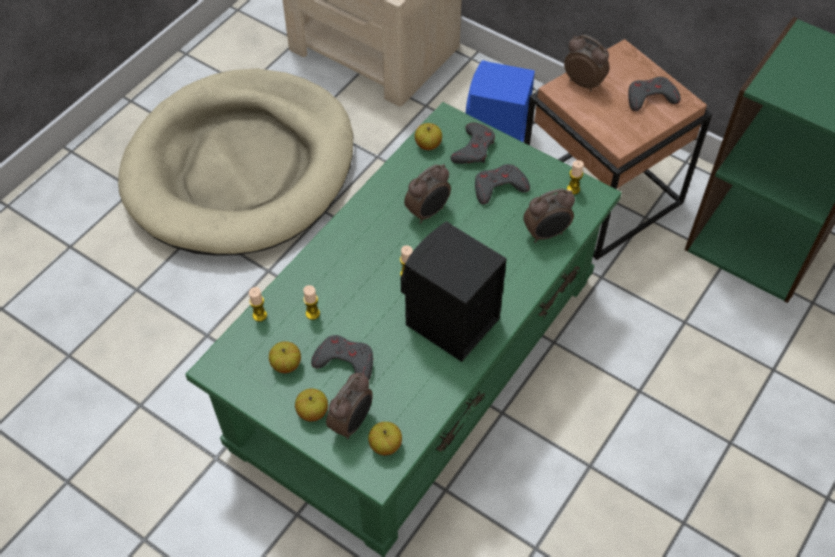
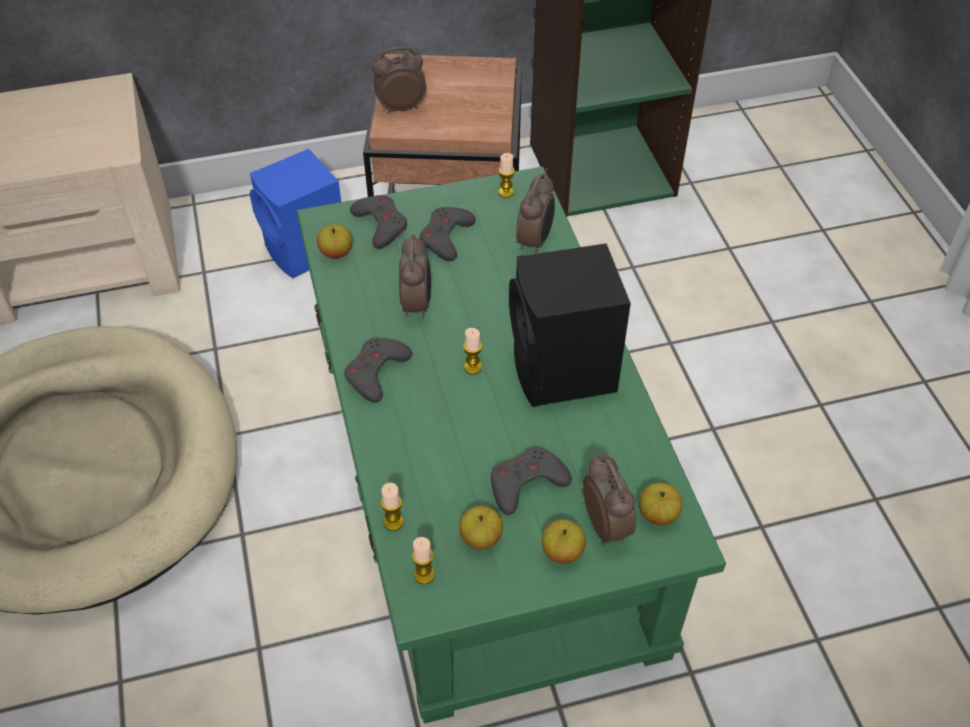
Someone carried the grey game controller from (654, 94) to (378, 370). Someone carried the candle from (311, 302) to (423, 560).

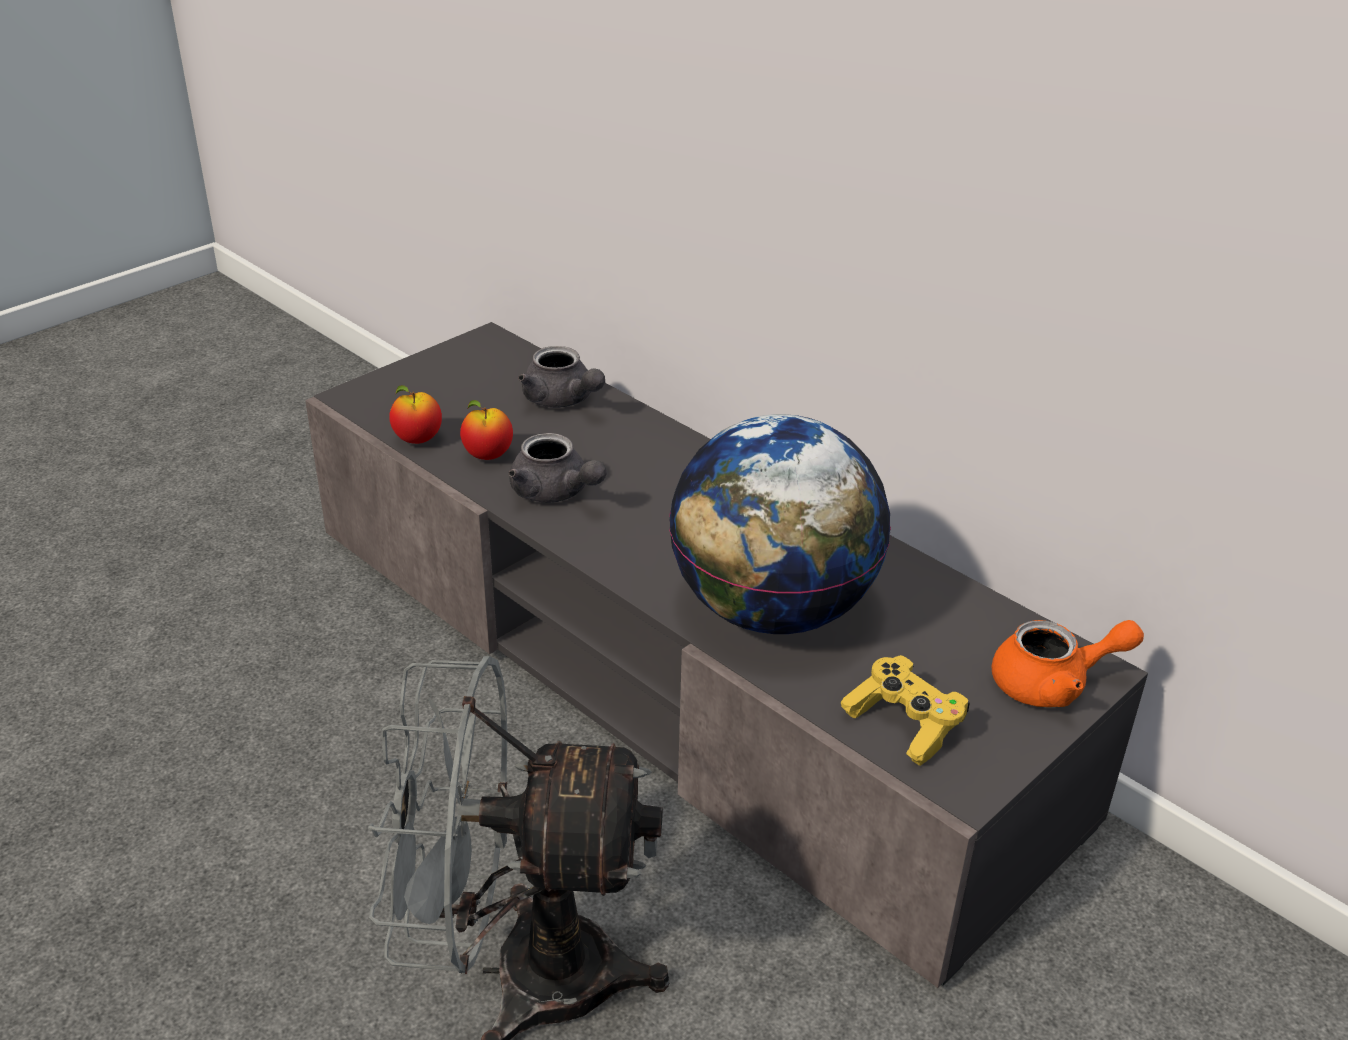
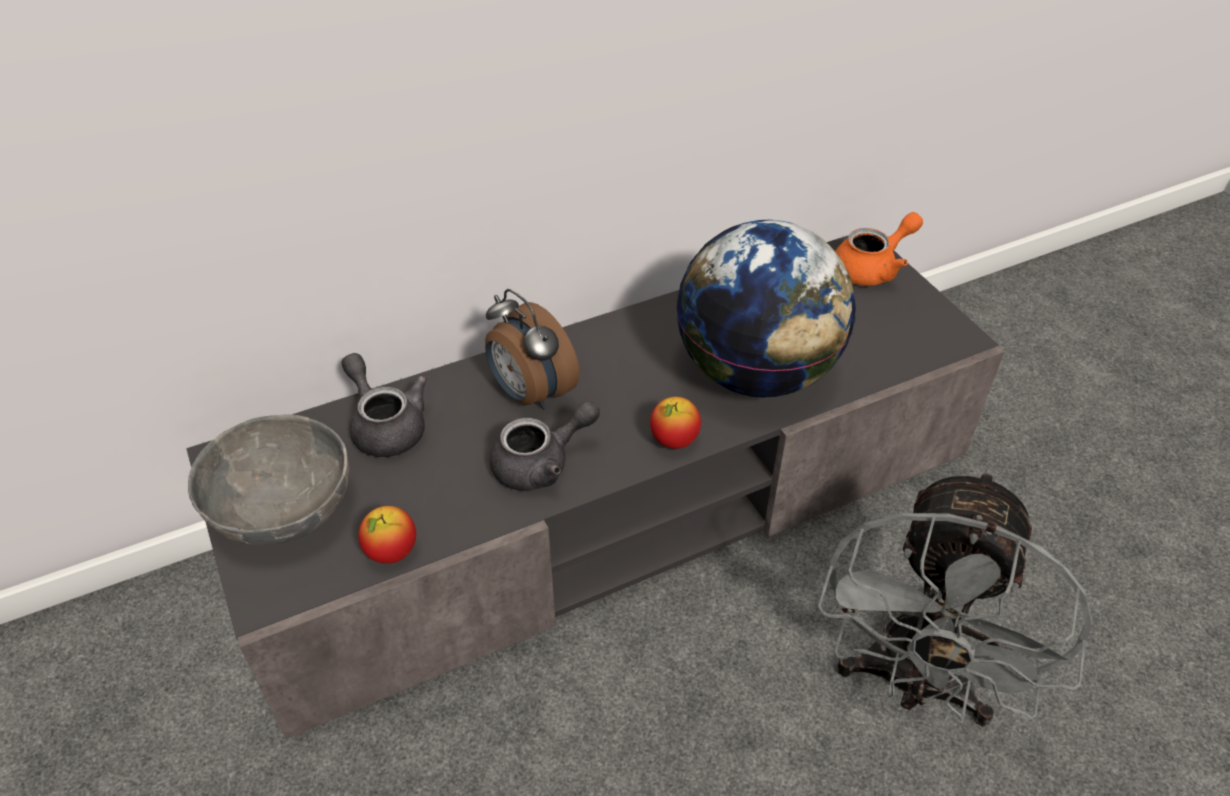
Someone put down the grey bowl at (269, 479). Someone rotated the grey teapot at (561, 377) by 105 degrees counterclockwise. Someone put down the alarm clock at (532, 349). Someone carried the apple from (486, 430) to (675, 423). Someone rotated the orange teapot at (1068, 663) by 45 degrees clockwise. Someone took away the yellow game controller at (905, 710).

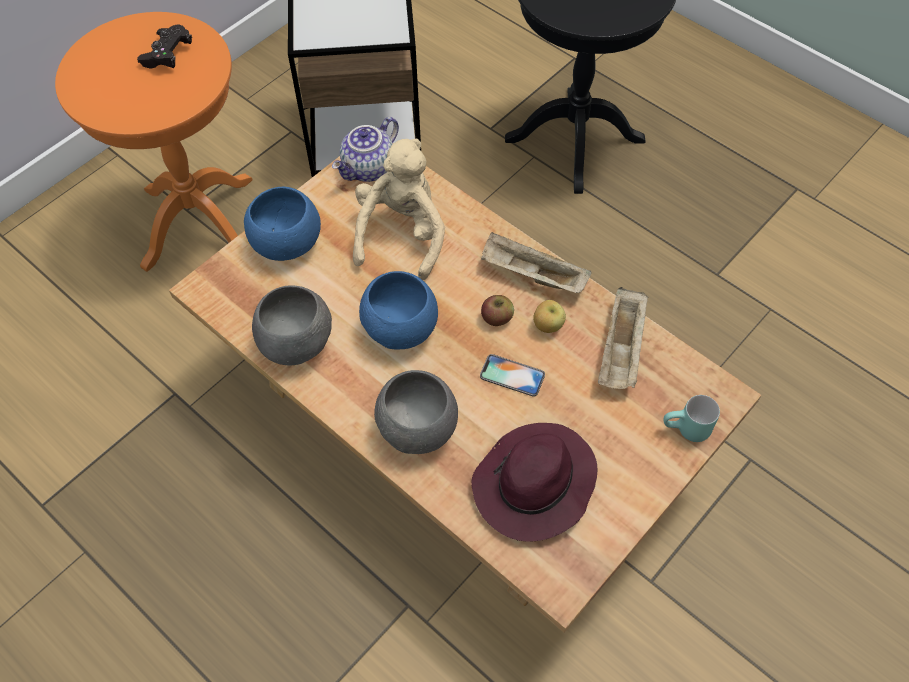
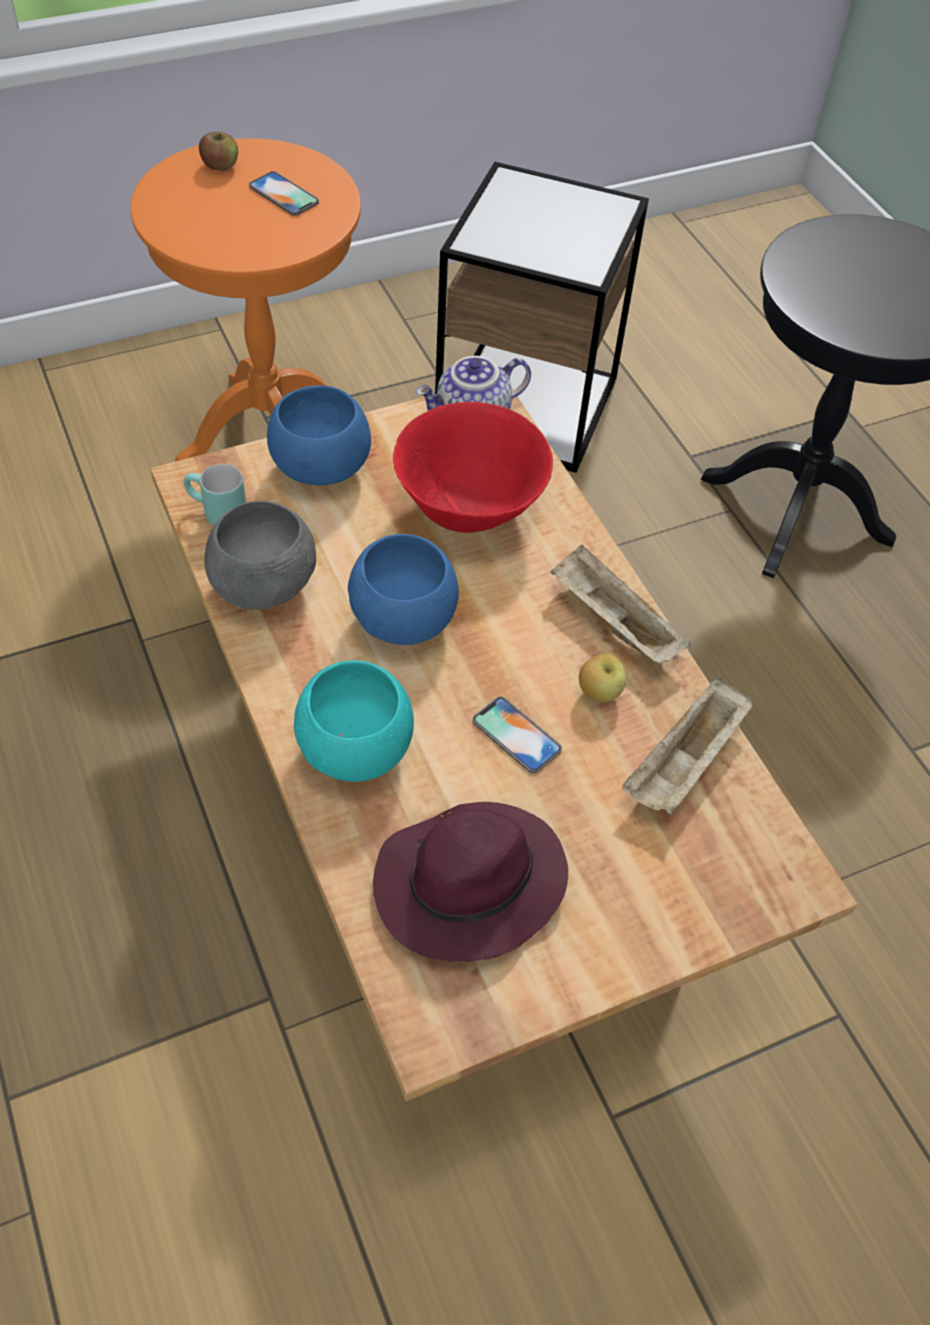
Someone carried the turquoise mug from (691, 418) to (214, 495). Someone carried the apple from (497, 310) to (218, 151). Someone swapped the black game controller at (164, 46) for the phone at (284, 193). Someone repainted the grey bowl at (416, 412), which became the turquoise bowl at (354, 721). Someone swapped the beige plush toy at (399, 209) for the red bowl at (473, 467).

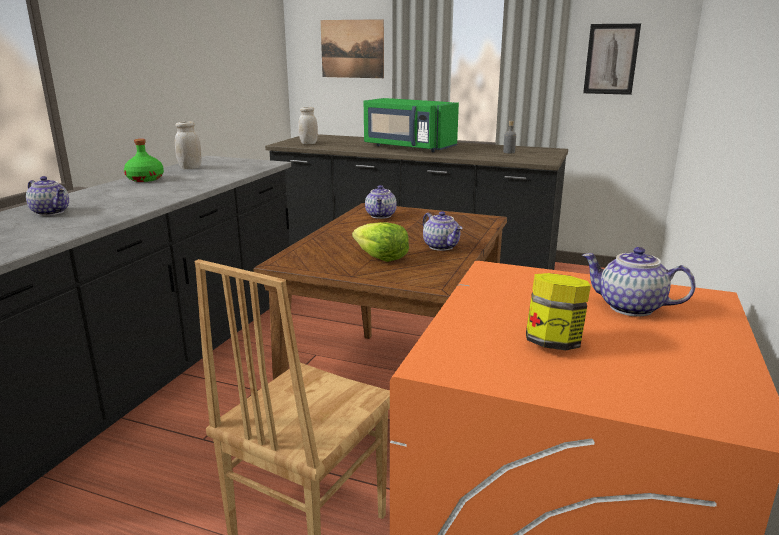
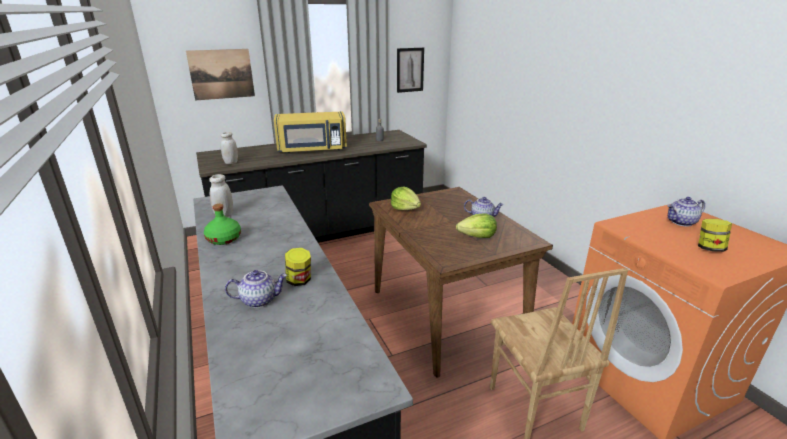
Someone repainted the green microwave at (411, 125), which became the yellow microwave at (310, 132). Someone put down the jar at (298, 267). Someone swapped the teapot at (381, 202) for the lettuce at (406, 198).

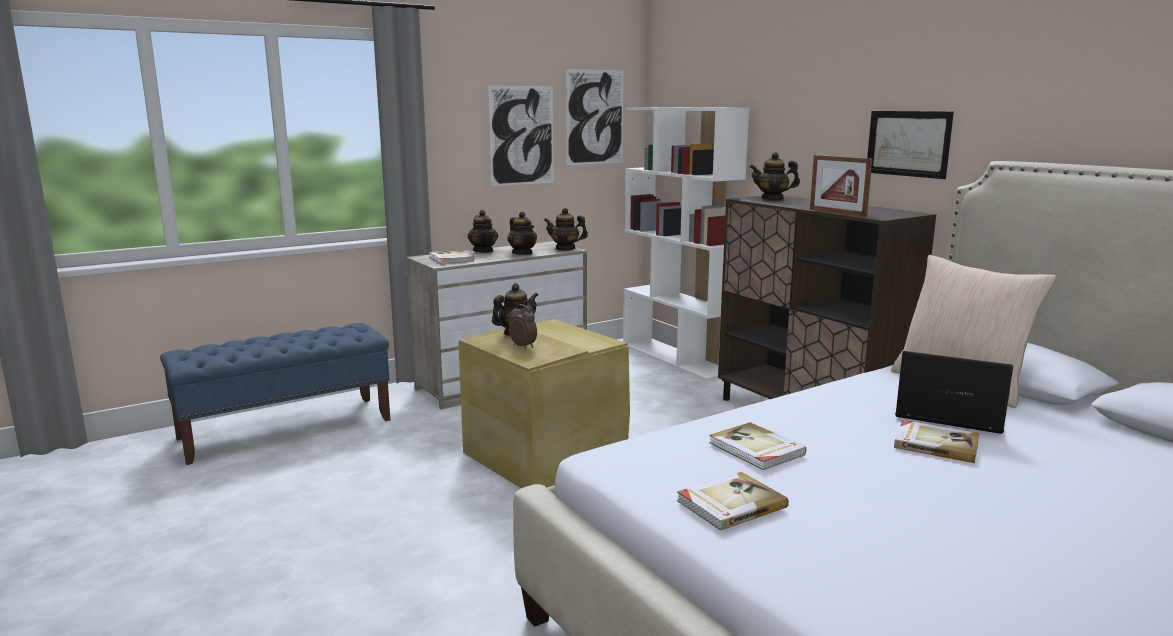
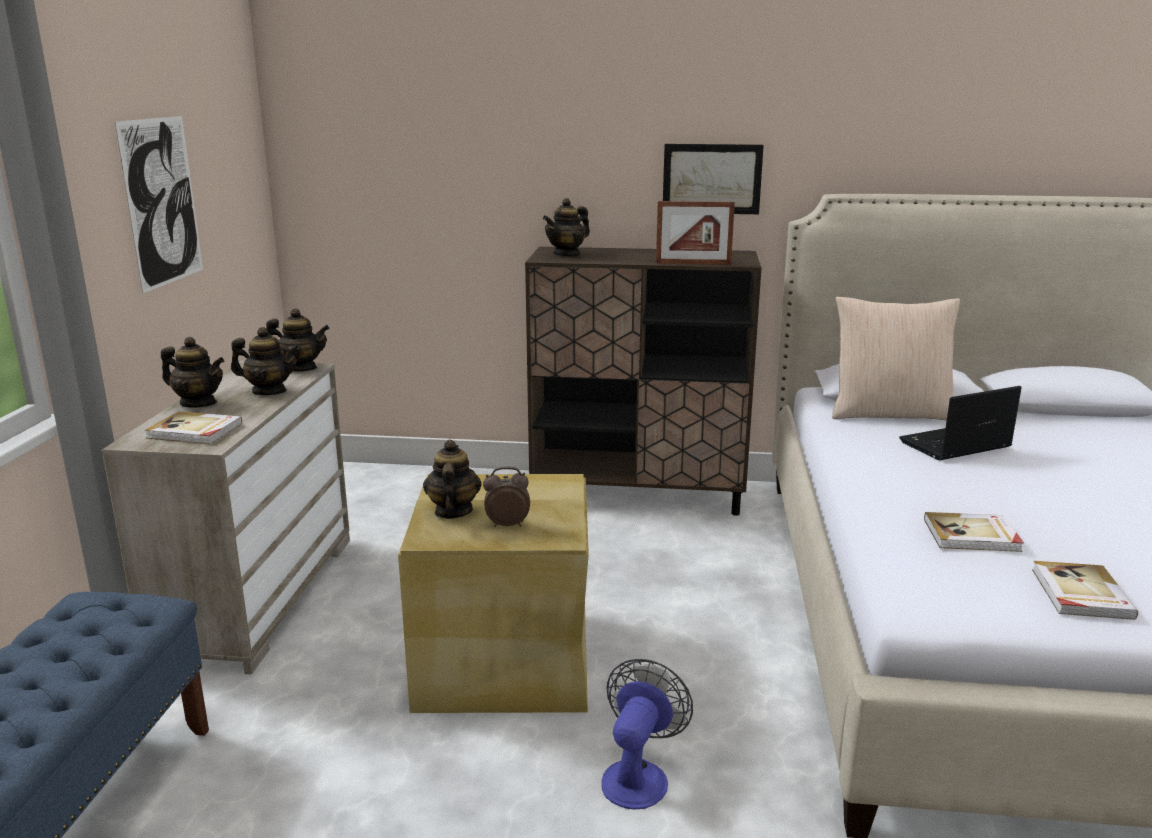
Someone rotated the teapot at (566, 229) by 135 degrees counterclockwise. Someone put down the fan at (647, 734). Someone took away the picture at (595, 117). Someone took away the white bookcase at (686, 244). Someone took away the book at (936, 441).

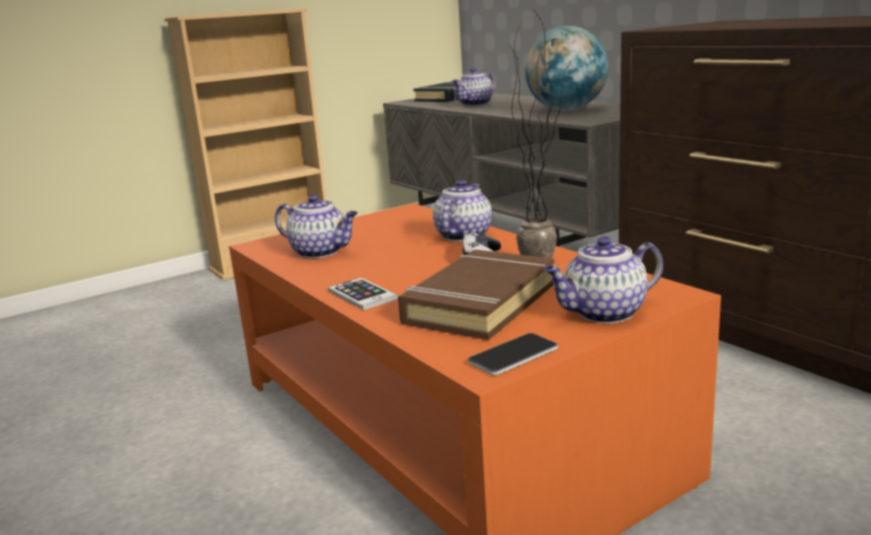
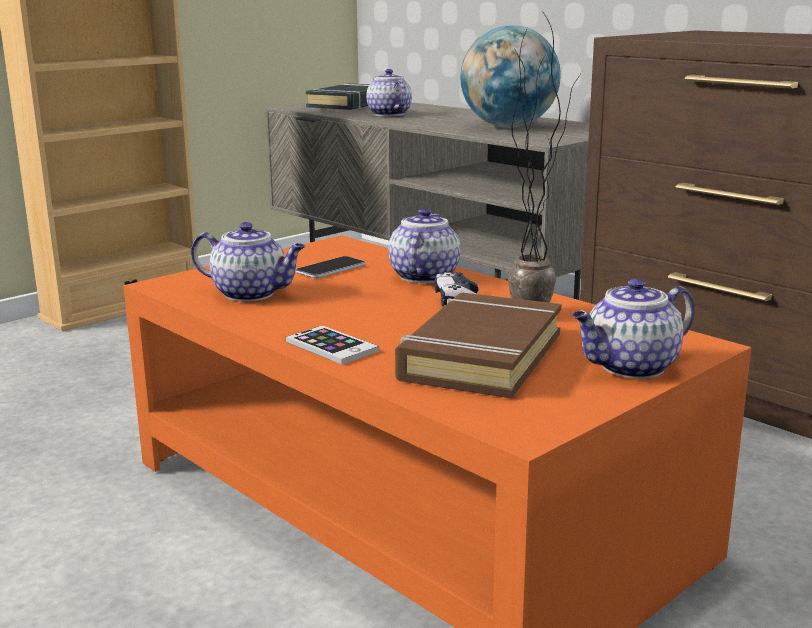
Someone carried the phone from (513, 354) to (330, 267). Someone rotated the teapot at (473, 87) by 120 degrees clockwise.

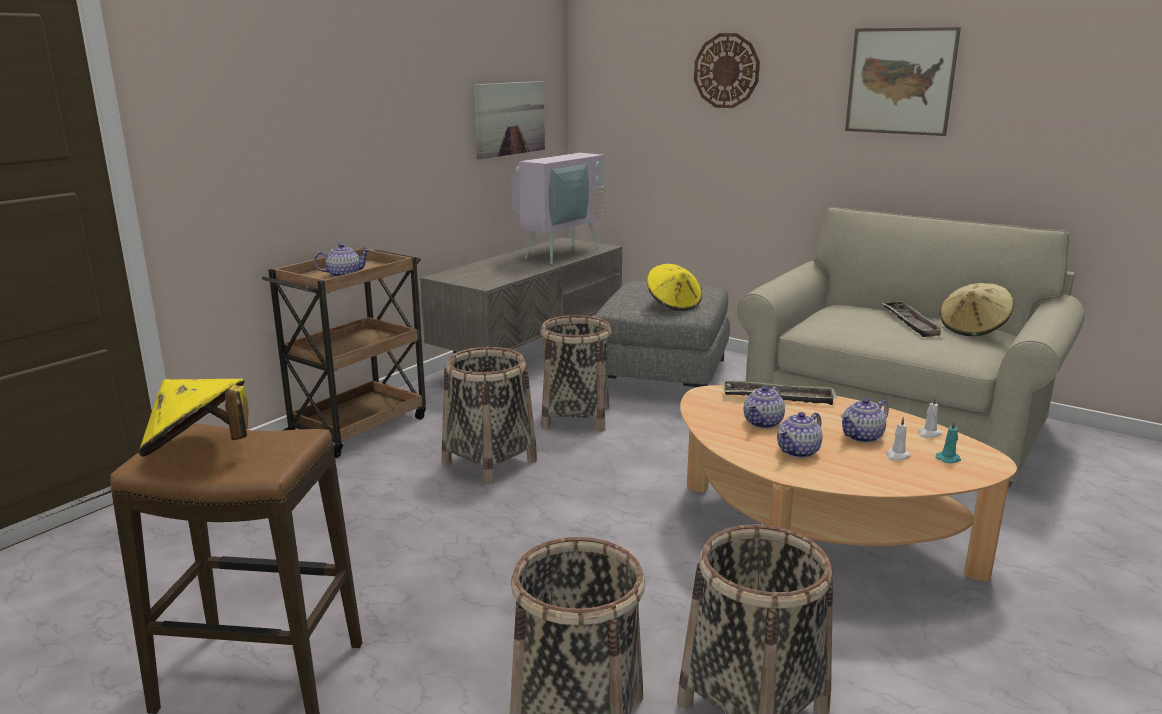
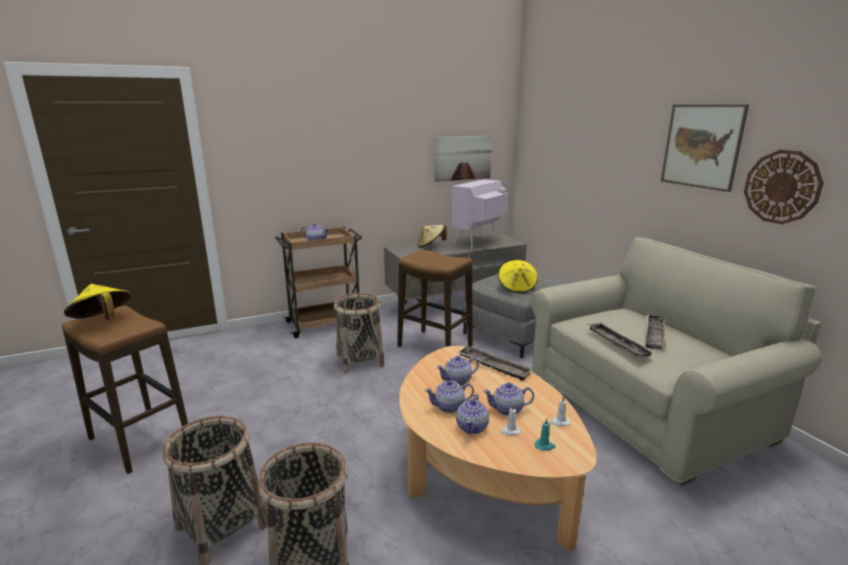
Someone swapped the basket at (576, 373) for the stool at (434, 298). Someone carried the beige hat from (977, 309) to (432, 236). Someone rotated the television at (556, 191) by 150 degrees clockwise. Someone put down the teapot at (472, 414). Someone put down the tray at (621, 339). Someone carried the wall clock from (727, 70) to (784, 187).

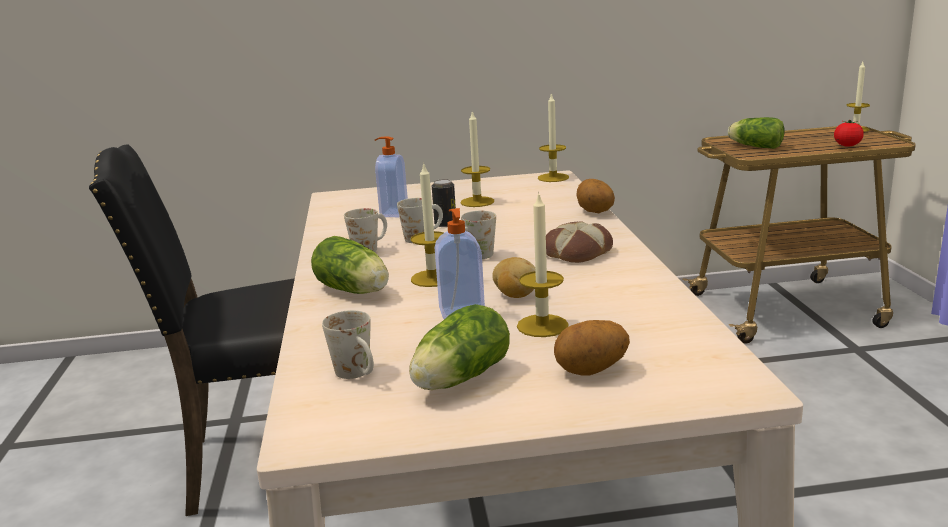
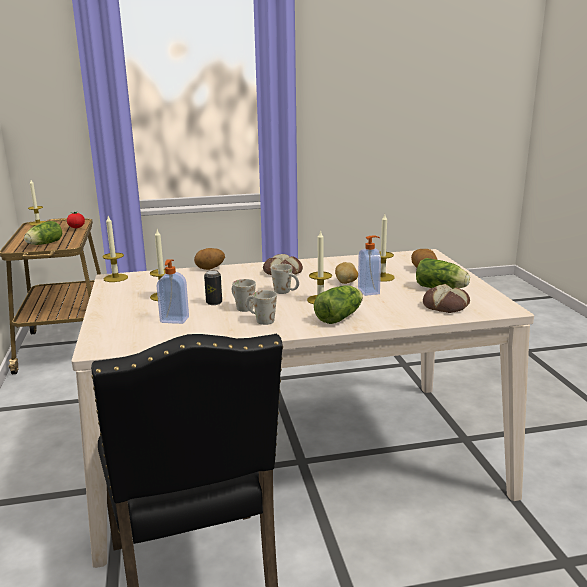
Someone swapped the white mug at (348, 344) for the bread at (446, 298).

